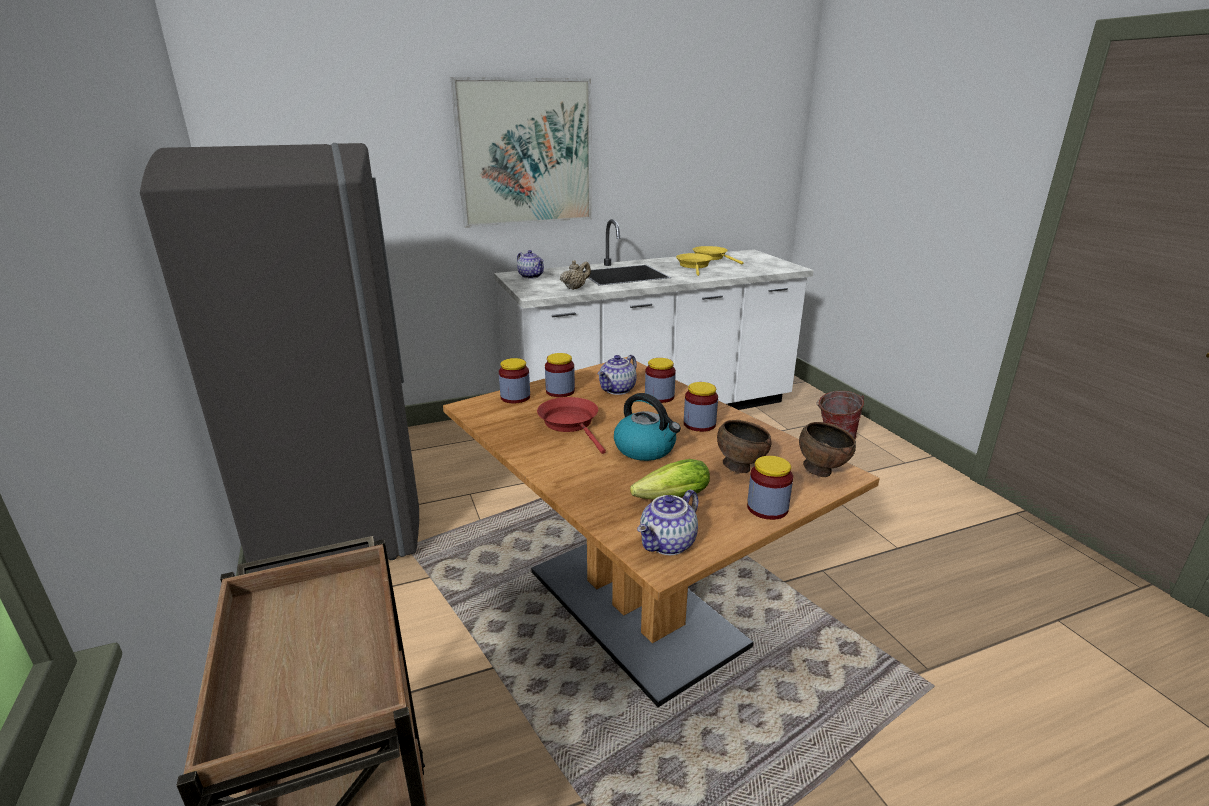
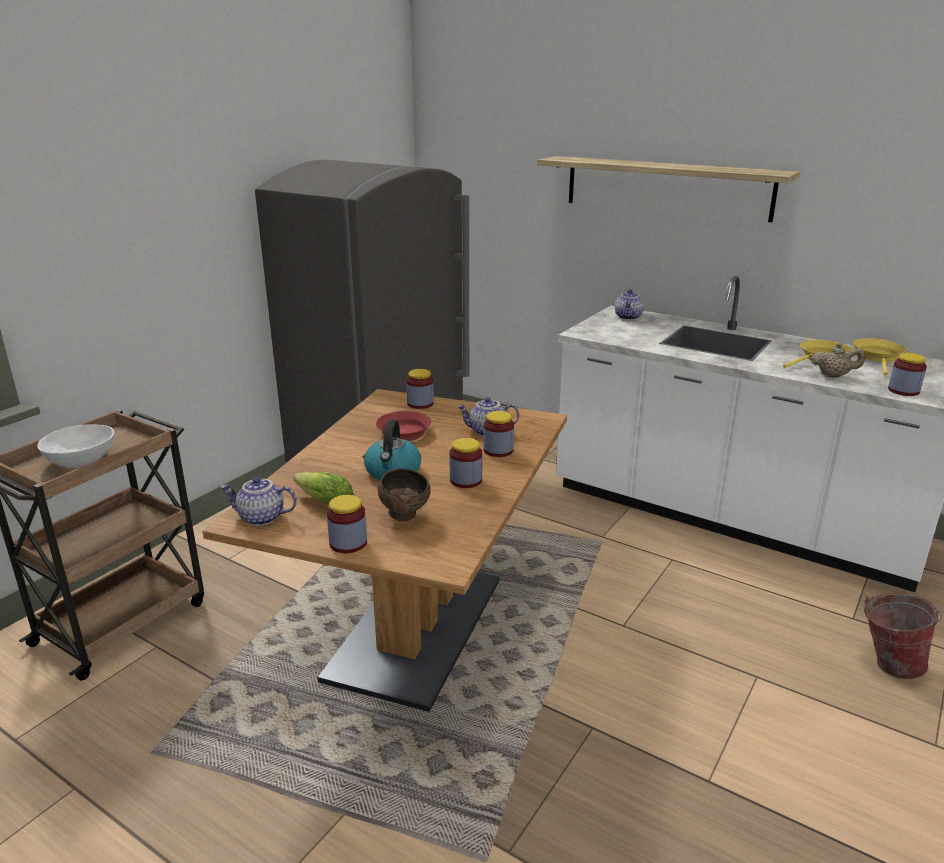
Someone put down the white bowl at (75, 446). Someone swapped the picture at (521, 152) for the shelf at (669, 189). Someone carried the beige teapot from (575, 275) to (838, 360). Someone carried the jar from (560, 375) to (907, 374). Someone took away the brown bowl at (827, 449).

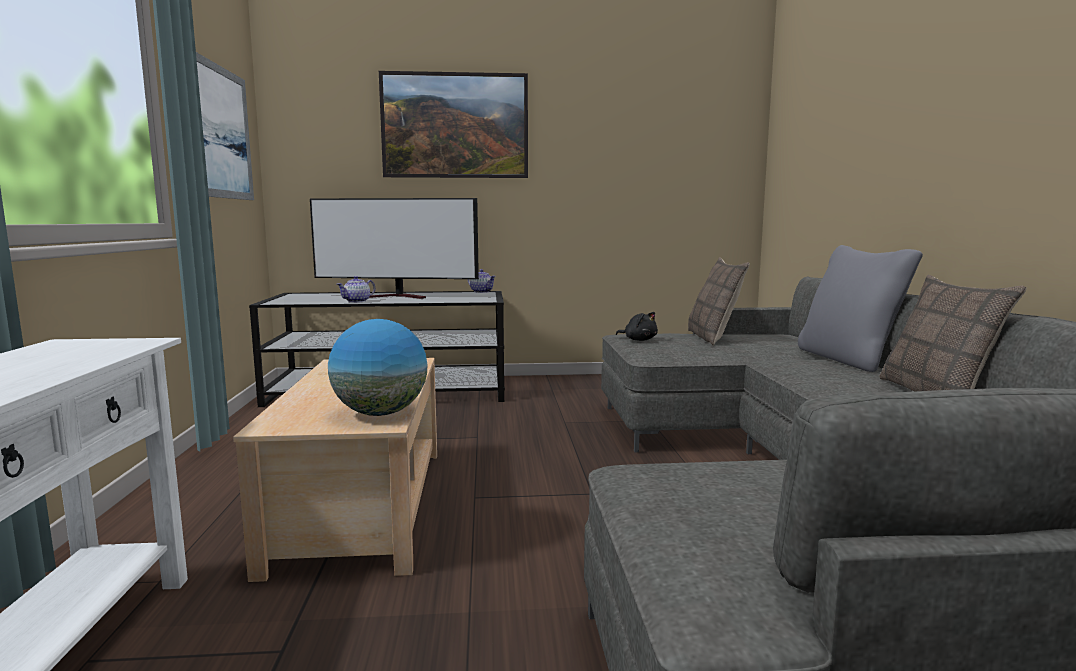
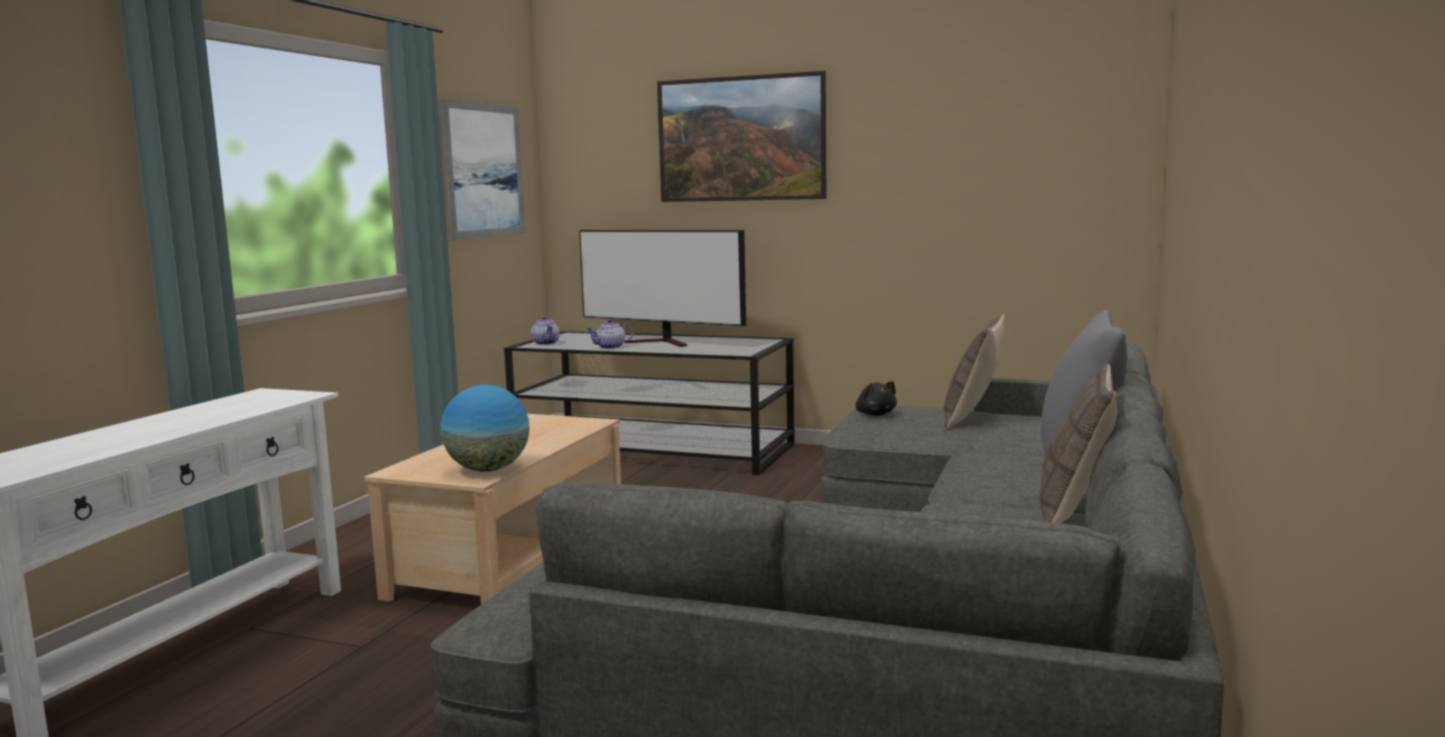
Someone carried the teapot from (482, 281) to (545, 330).

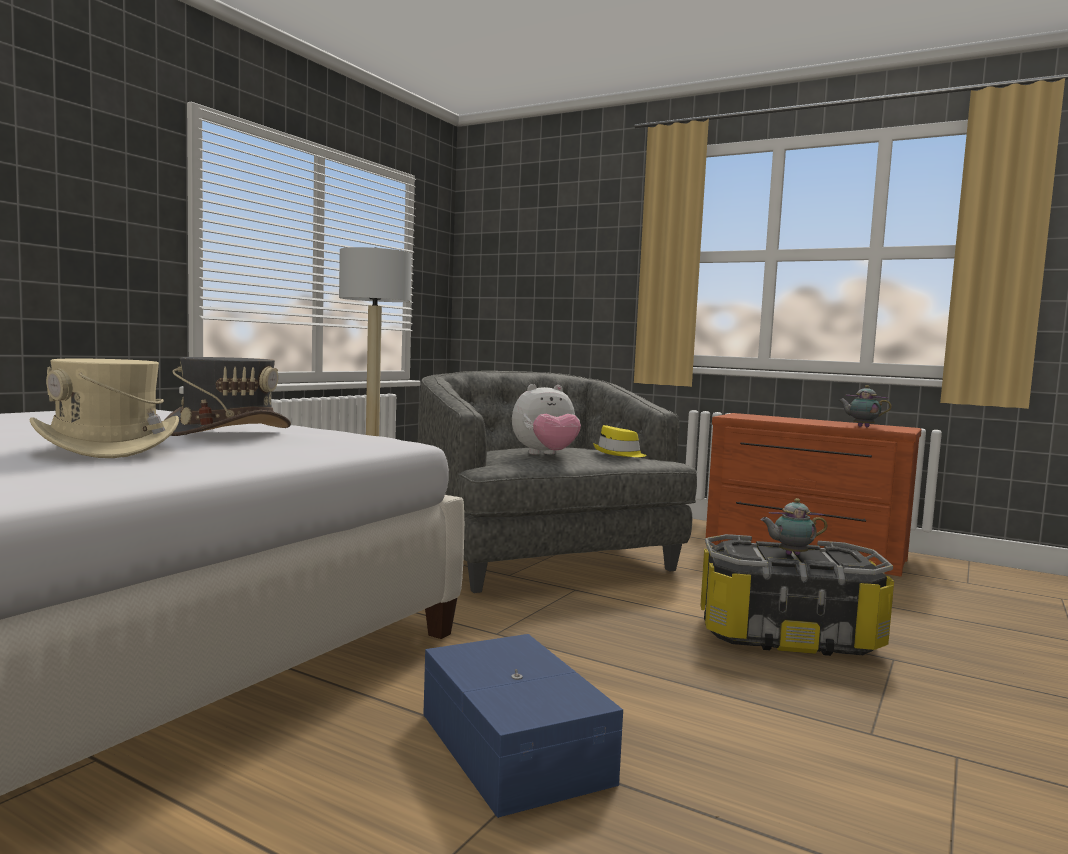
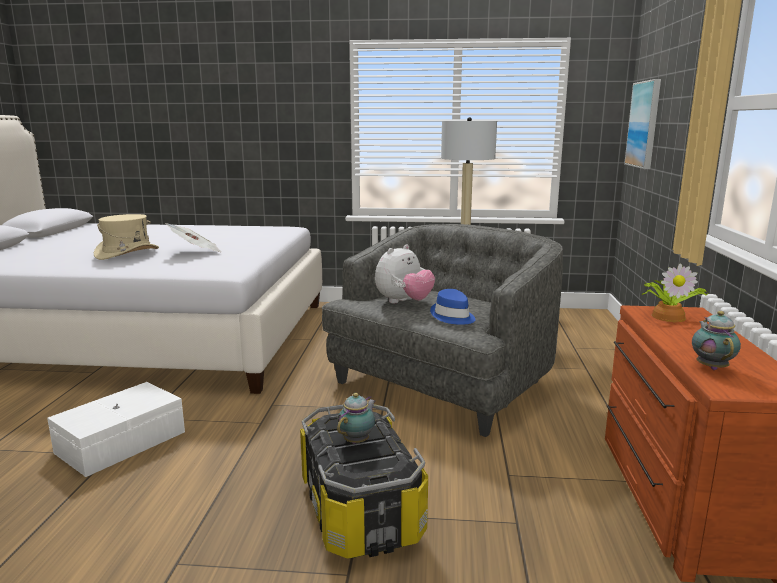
Someone repainted the blue storage box at (523, 726), which became the white storage box at (116, 429). Someone swapped the grey hat at (228, 396) for the newspaper at (193, 237). Someone rotated the teapot at (794, 526) by 60 degrees clockwise. Someone rotated the plush toy at (546, 419) by 90 degrees counterclockwise. Someone repainted the yellow hat at (620, 441), which became the blue hat at (453, 307). Someone put up the picture at (642, 124). Someone put down the potted plant at (675, 292).

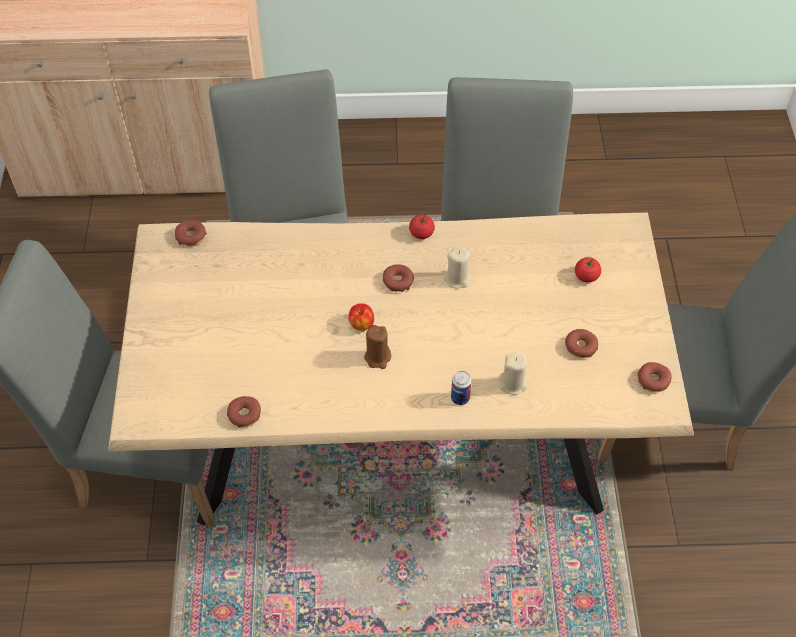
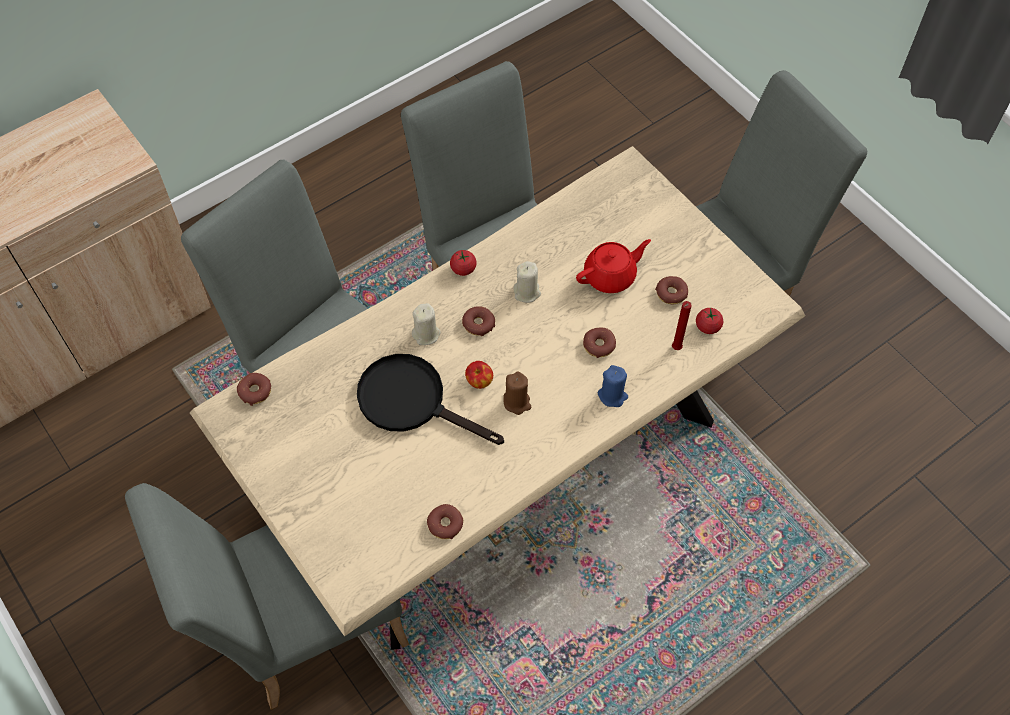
Someone put down the black frying pan at (430, 399). Someone carried the beige candle from (513, 373) to (426, 324). Someone put down the red teapot at (613, 266). Someone carried the donut from (655, 377) to (599, 343). Someone swapped the can at (461, 388) for the blue candle at (612, 386). Someone put down the red candle at (682, 325). Someone carried the tomato from (588, 270) to (709, 321).

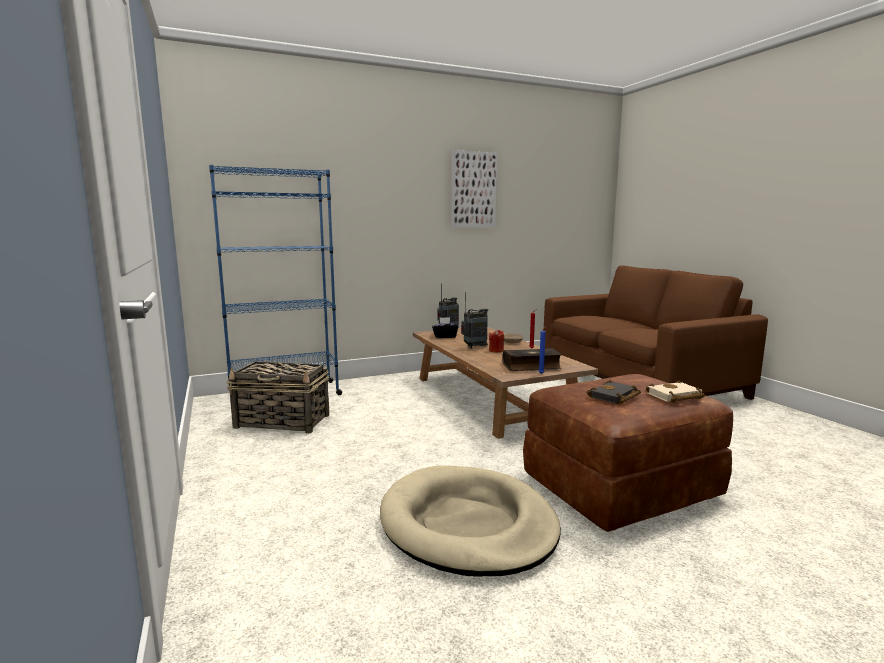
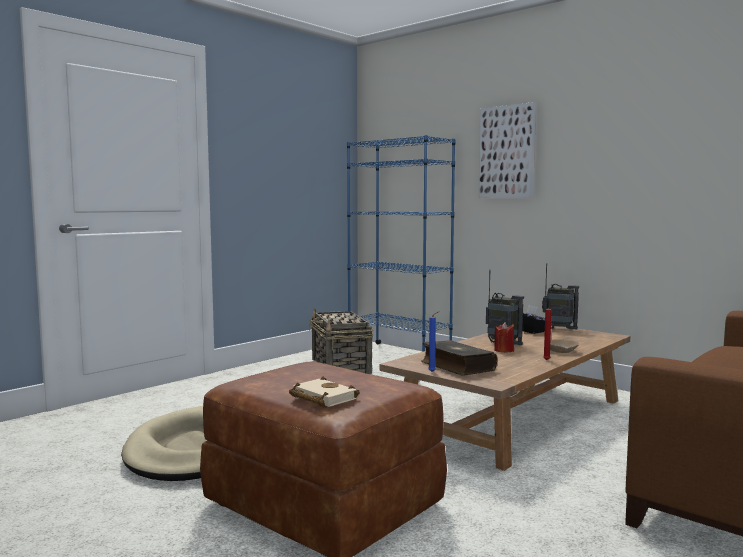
Someone carried the picture from (475, 188) to (507, 150). Someone took away the black book at (614, 392).

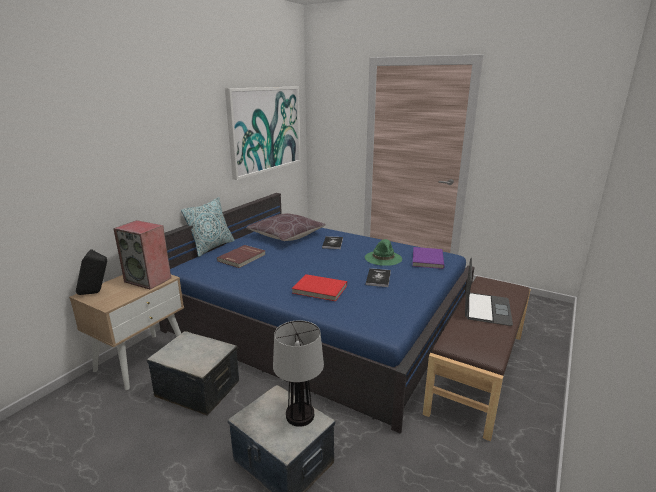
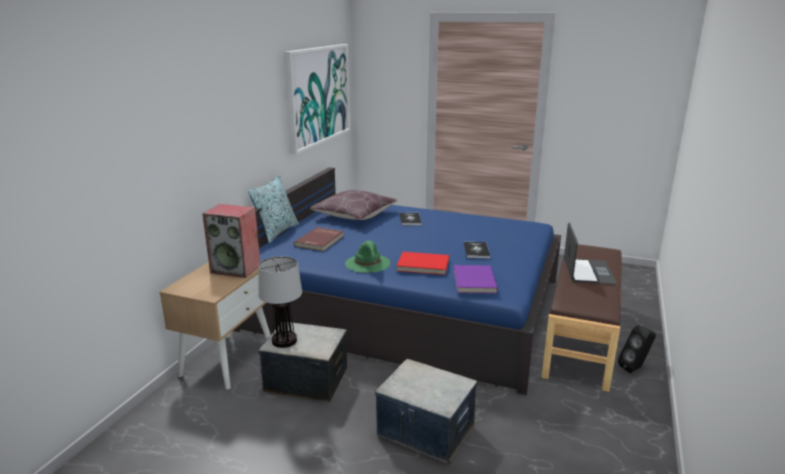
Someone carried the table lamp from (298, 373) to (280, 302). Someone carried the green hat from (383, 252) to (368, 256). Someone carried the purple book from (428, 258) to (476, 279). Someone carried the black speaker from (91, 272) to (637, 349).

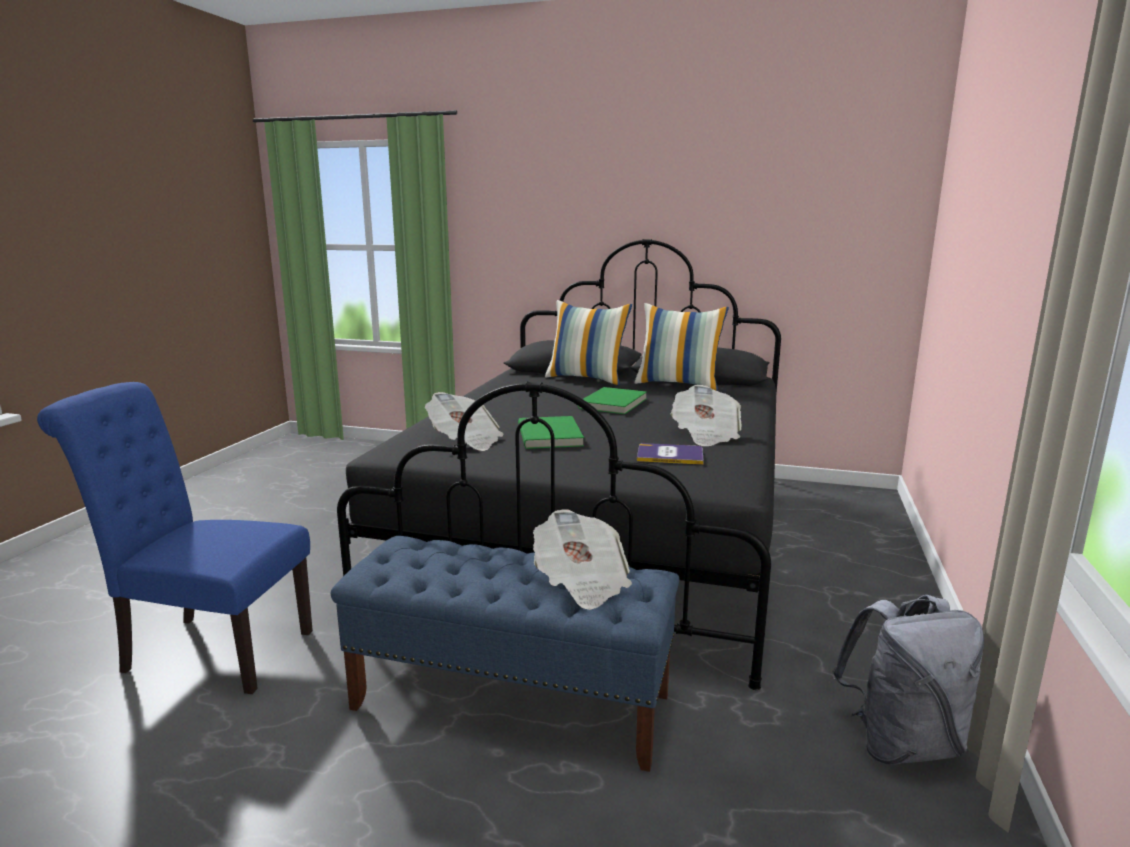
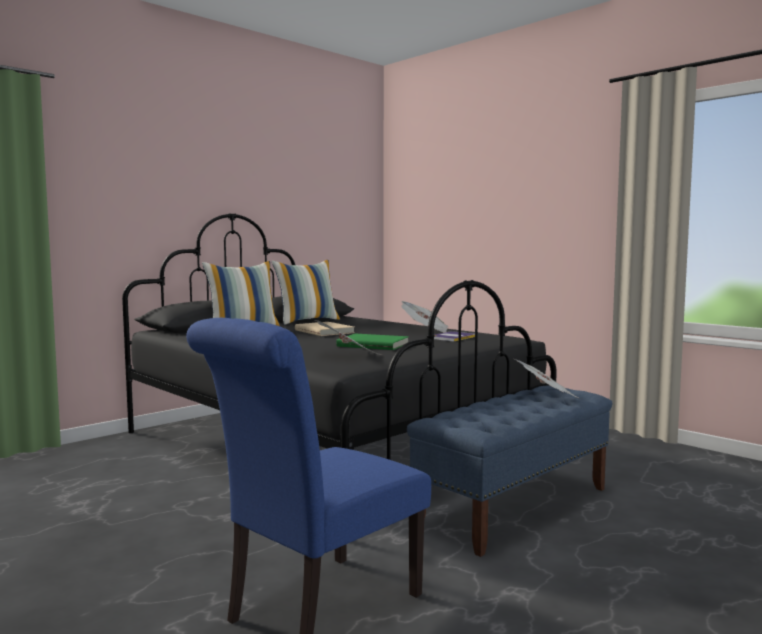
Someone repainted the green book at (612, 400), which became the beige book at (325, 329). Someone took away the grey backpack at (908, 680).

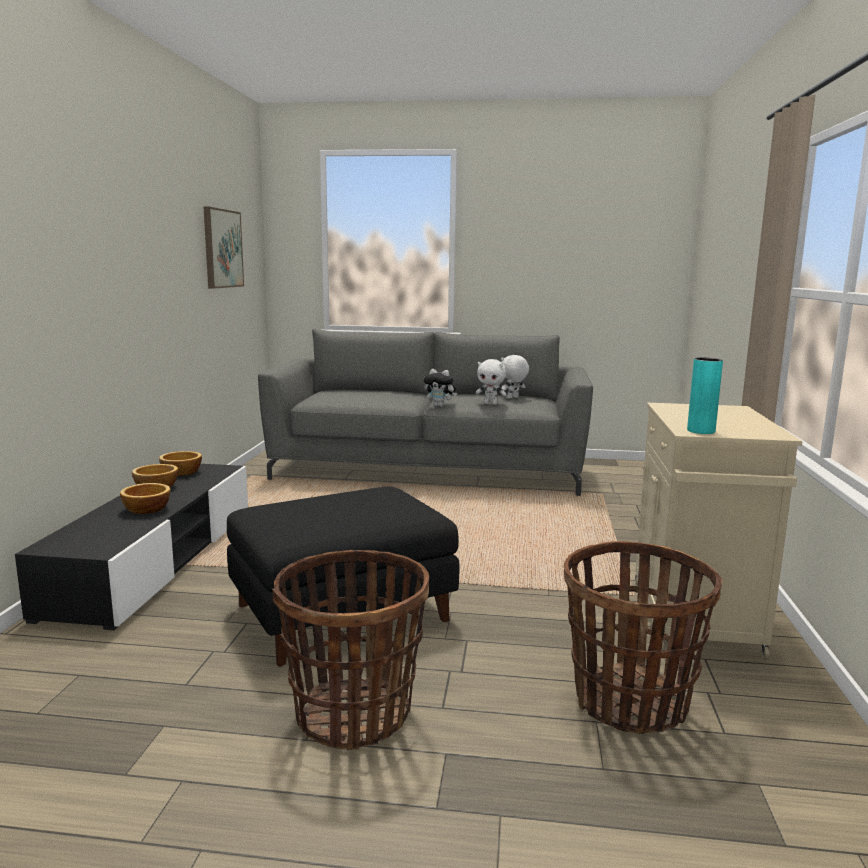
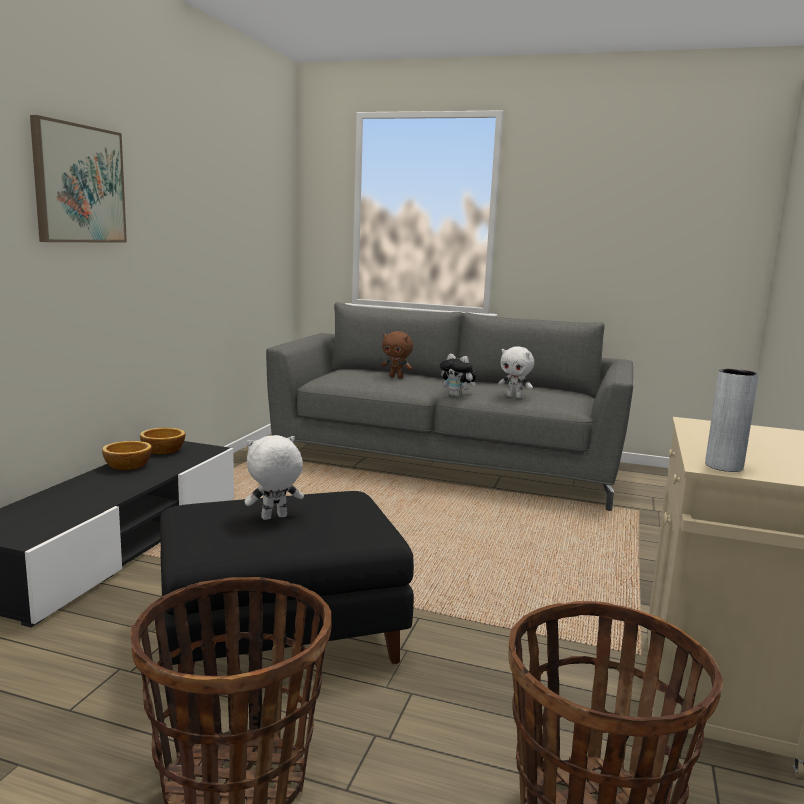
Someone carried the picture from (223, 248) to (78, 179). Someone carried the white plush toy from (515, 377) to (274, 477). Someone put down the brown plush toy at (397, 354). Someone repainted the turquoise vase at (705, 395), which became the grey vase at (732, 420). Someone took away the bowl at (145, 498).

